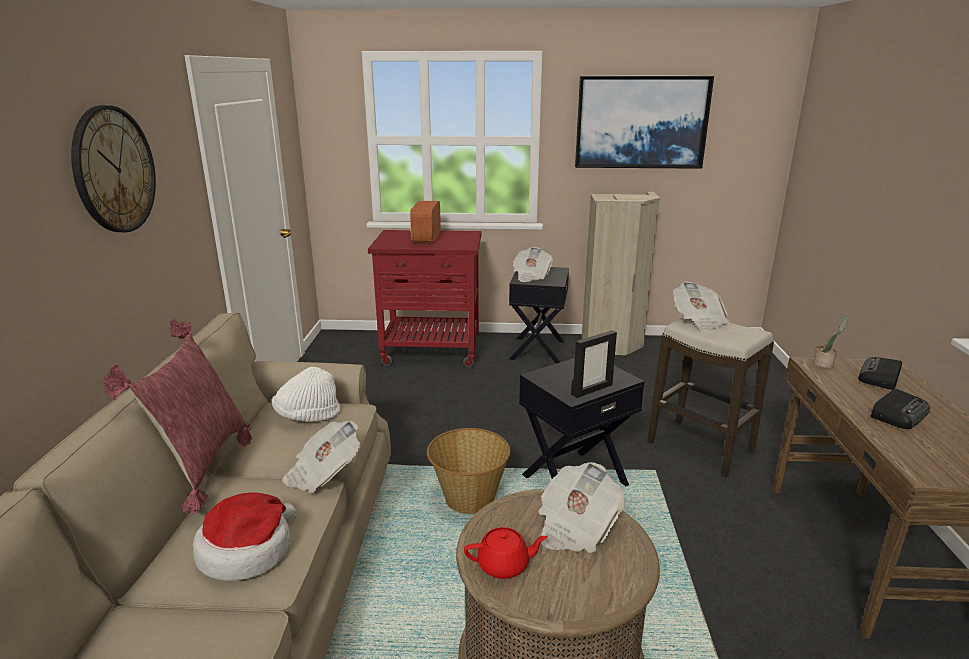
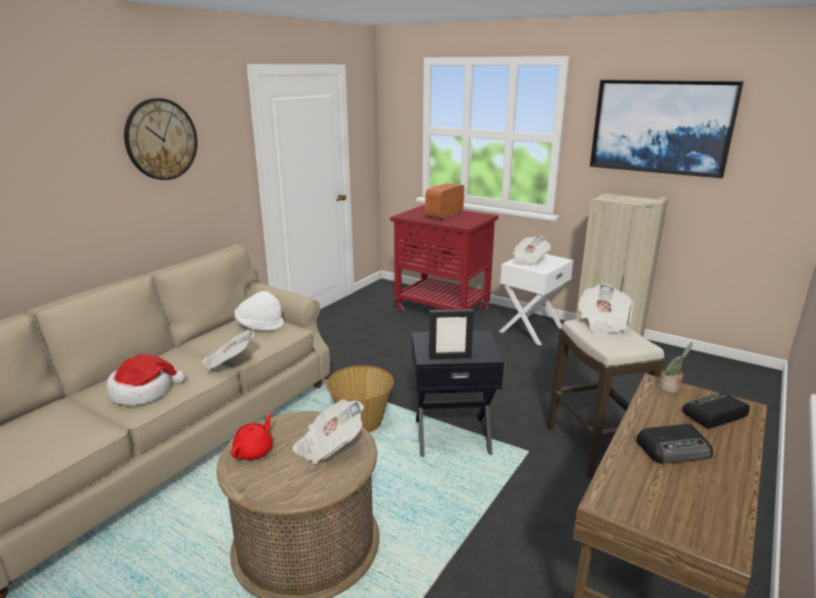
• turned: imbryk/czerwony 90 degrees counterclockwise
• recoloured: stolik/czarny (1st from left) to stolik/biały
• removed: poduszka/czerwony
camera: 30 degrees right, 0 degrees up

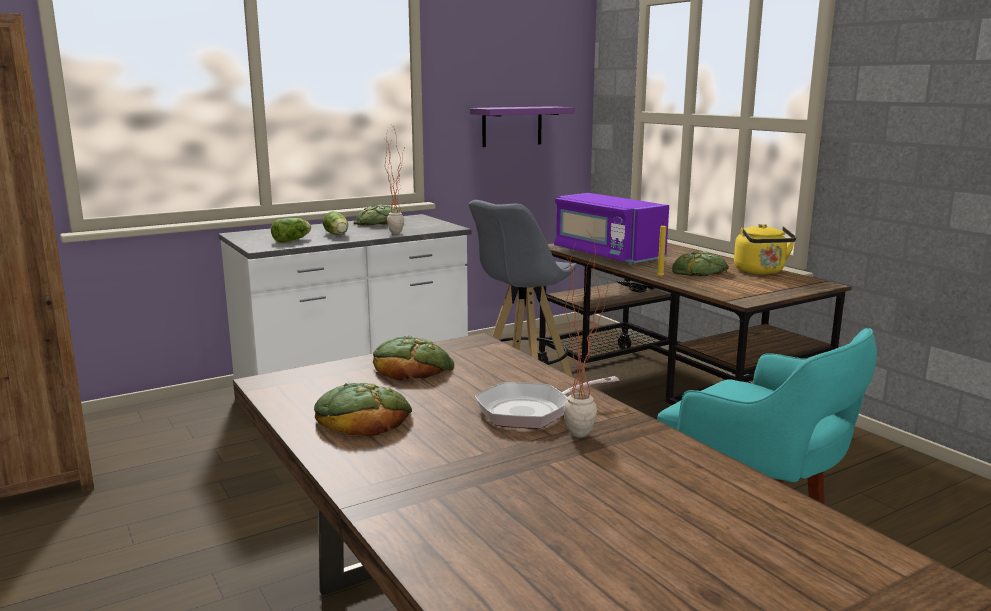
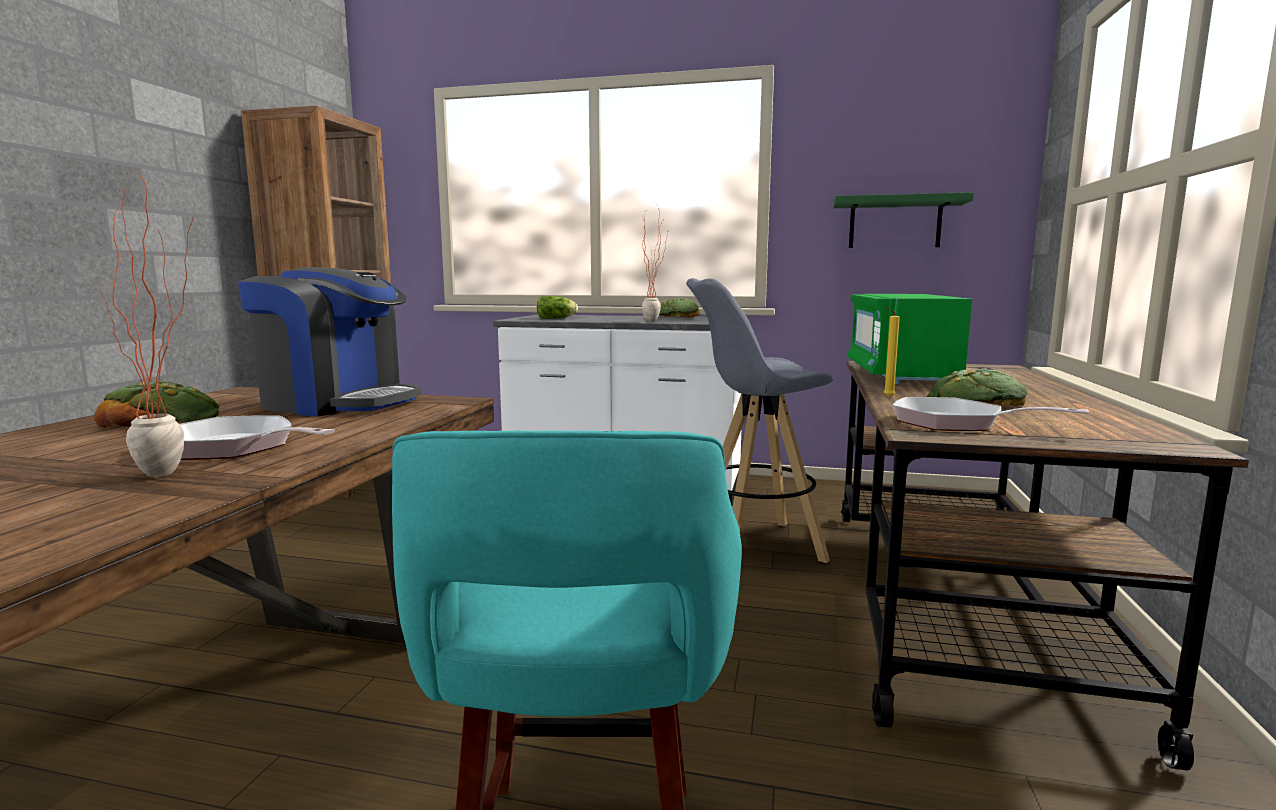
• replaced: chleb (3rd from left) to ekspres do kawy
• recoloured: półka/fioletowy to półka/zielony
• recoloured: mikrofalówka/fioletowy to mikrofalówka/zielony
• added: patelnia (2nd from left)
• removed: sałata (2nd from left)
• removed: czajnik/żółty
camera: 45 degrees right, 5 degrees down

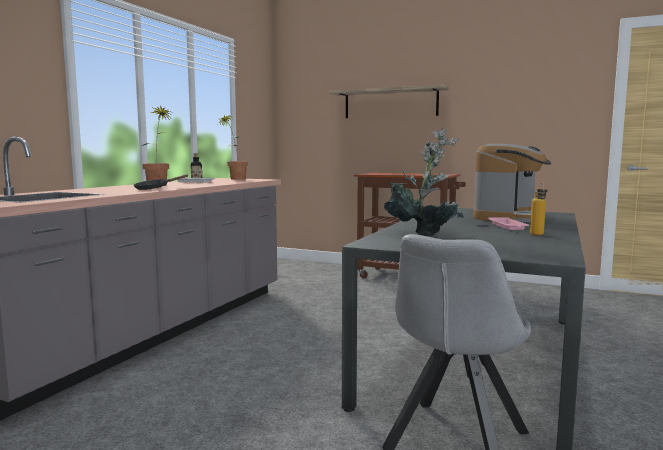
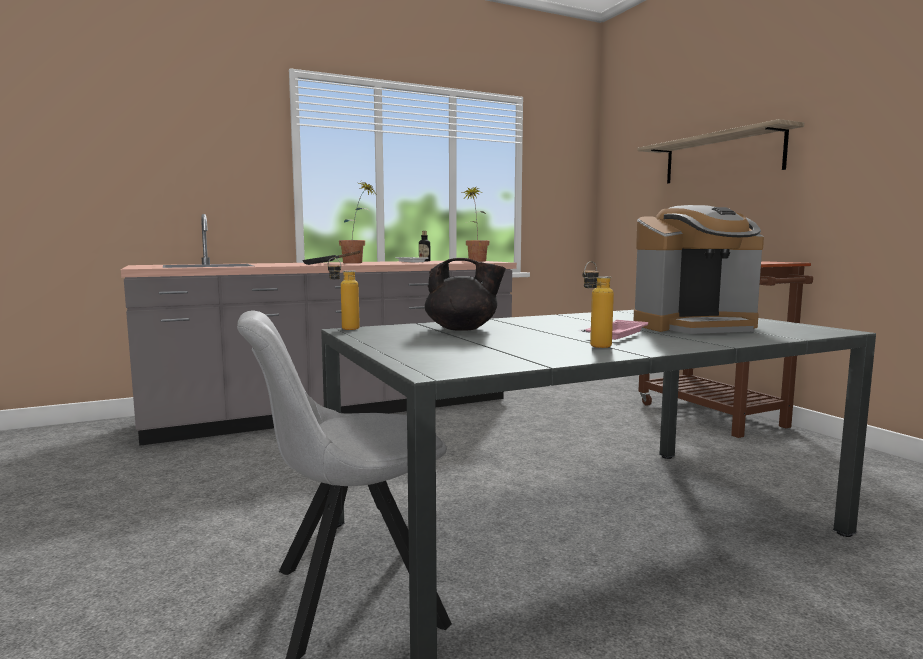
• added: butelka (1st from left)
• replaced: roślina doniczkowa (3rd from left) to imbryk/czarny
camera: 40 degrees right, 0 degrees up

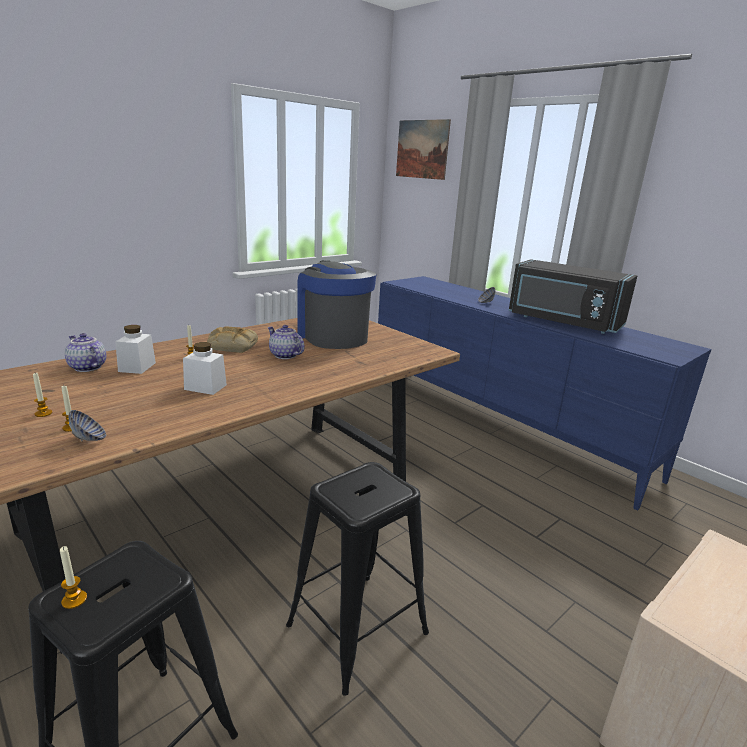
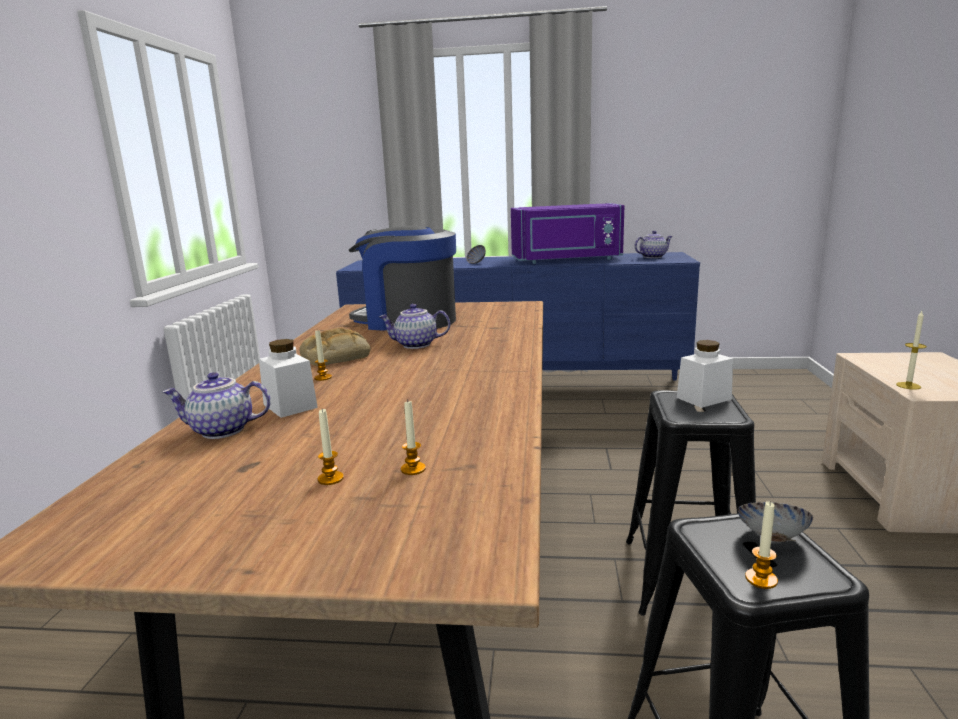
• recoloured: mikrofalówka/czarny to mikrofalówka/fioletowy
• added: imbryk (3rd from left)
• moved: słoik/biały (2nd from left)
• moved: miska (1st from left in the first image) to miska (2nd from left)
• added: świeca (5th from left)
• removed: obraz
camera: 40 degrees left, 5 degrees down

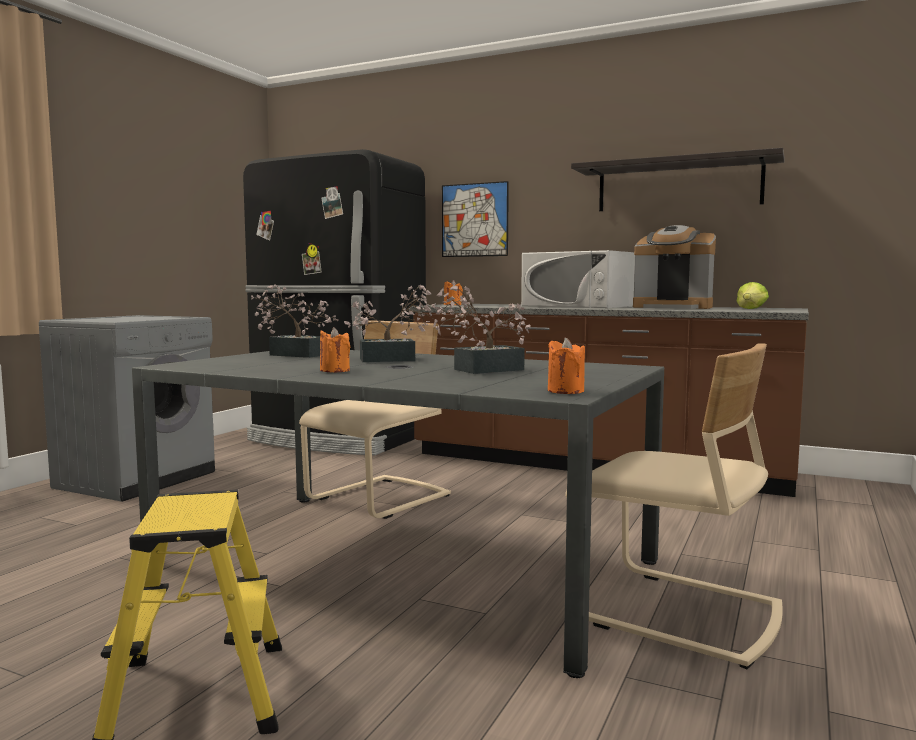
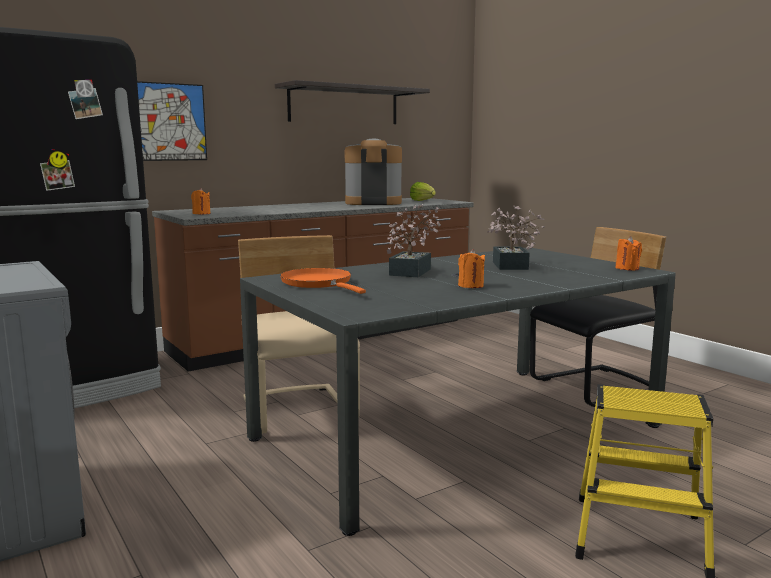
• replaced: roślina doniczkowa (1st from left) to patelnia/pomarańczowy
• turned: ekspres do kawy 150 degrees counterclockwise
• recoloured: krzesło/beżowy (2nd from left) to krzesło/czarny
• removed: mikrofalówka/biały
camera: 60 degrees left, 5 degrees up

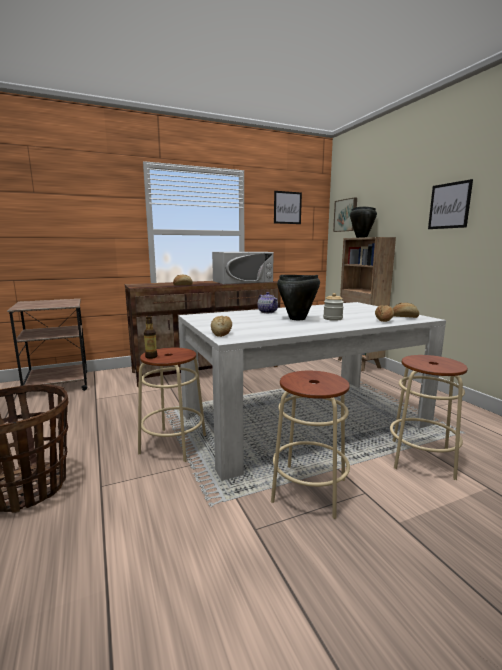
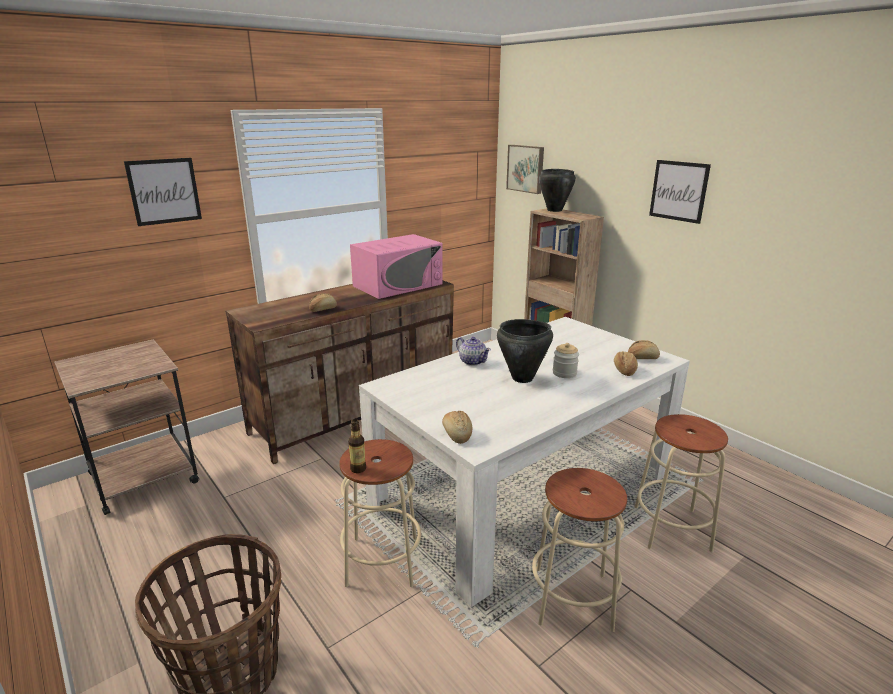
• moved: obraz (1st from left)
• recoloured: mikrofalówka/biały to mikrofalówka/różowy
camera: 15 degrees left, 10 degrees up

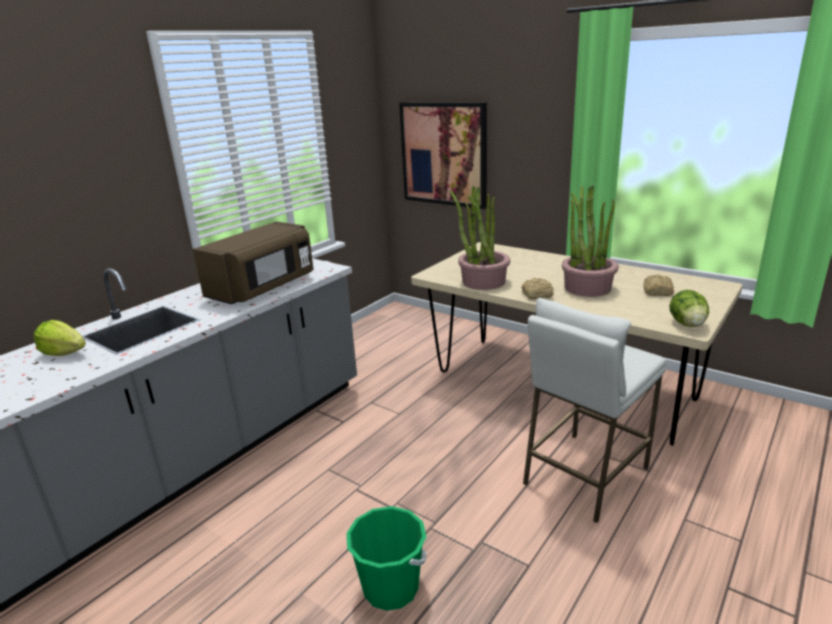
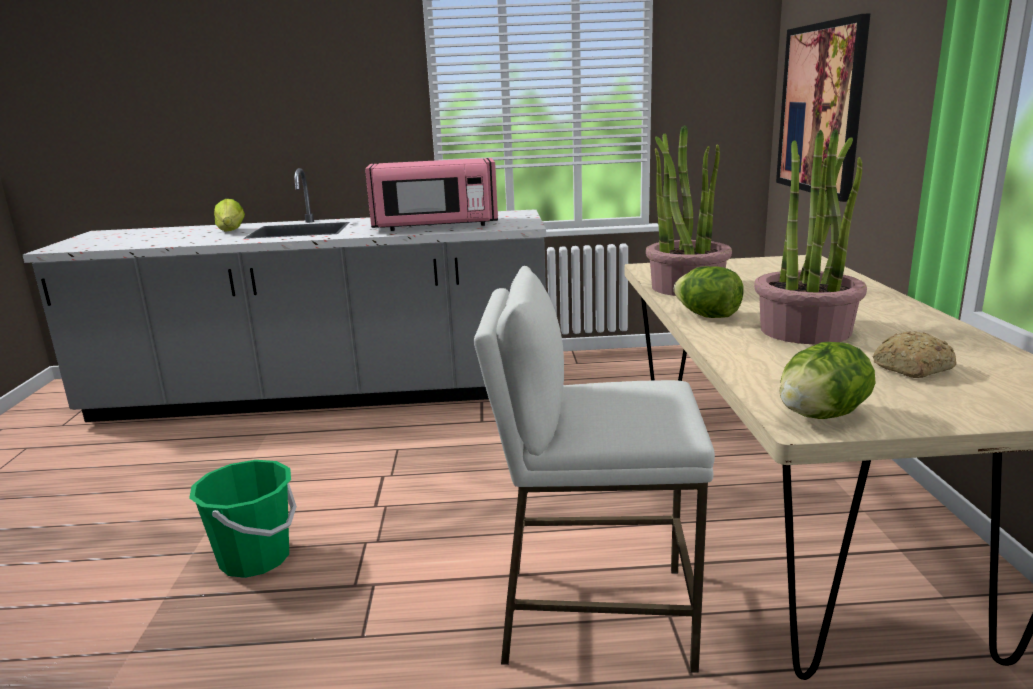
• recoloured: mikrofalówka/brązowy to mikrofalówka/różowy
• replaced: chleb (1st from left) to sałata (2nd from left)
camera: 50 degrees right, 5 degrees down

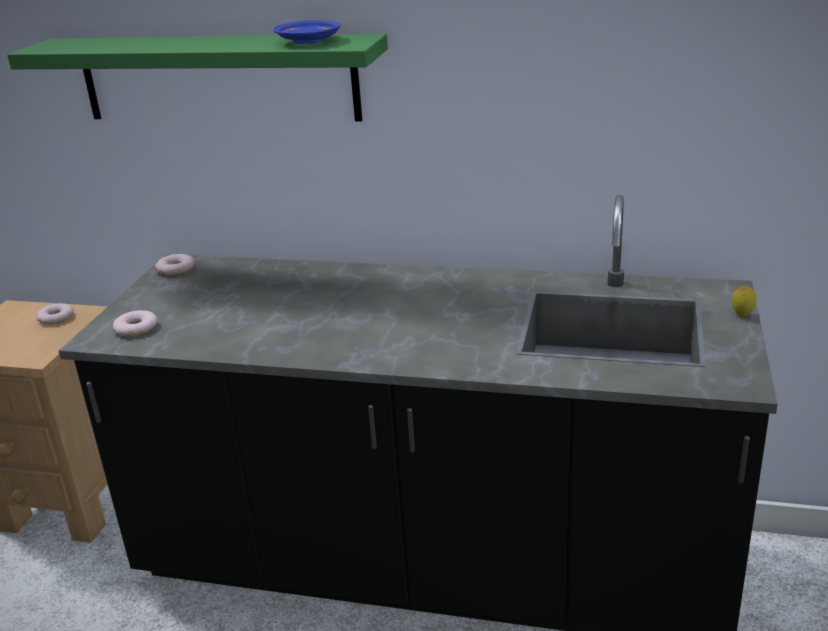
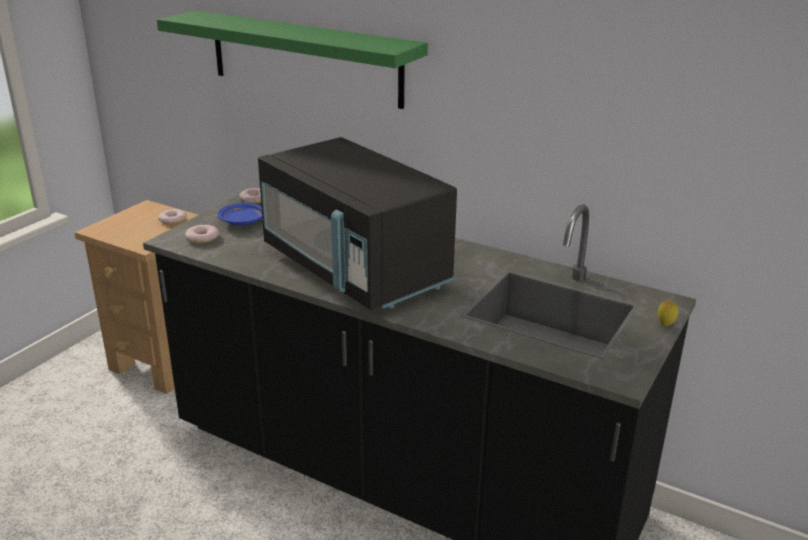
• moved: talerz/niebieski
• added: mikrofalówka/czarny
camera: 15 degrees right, 0 degrees up

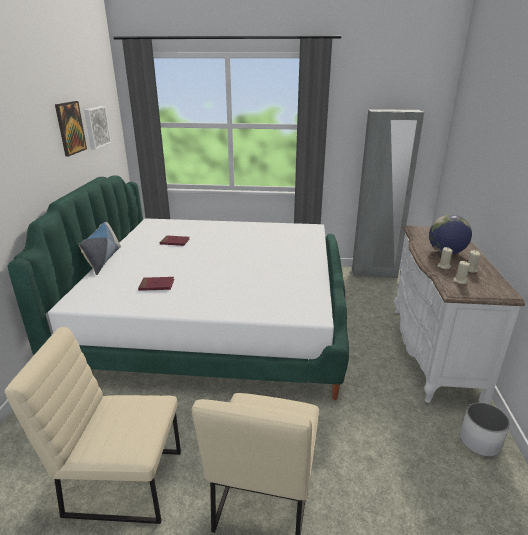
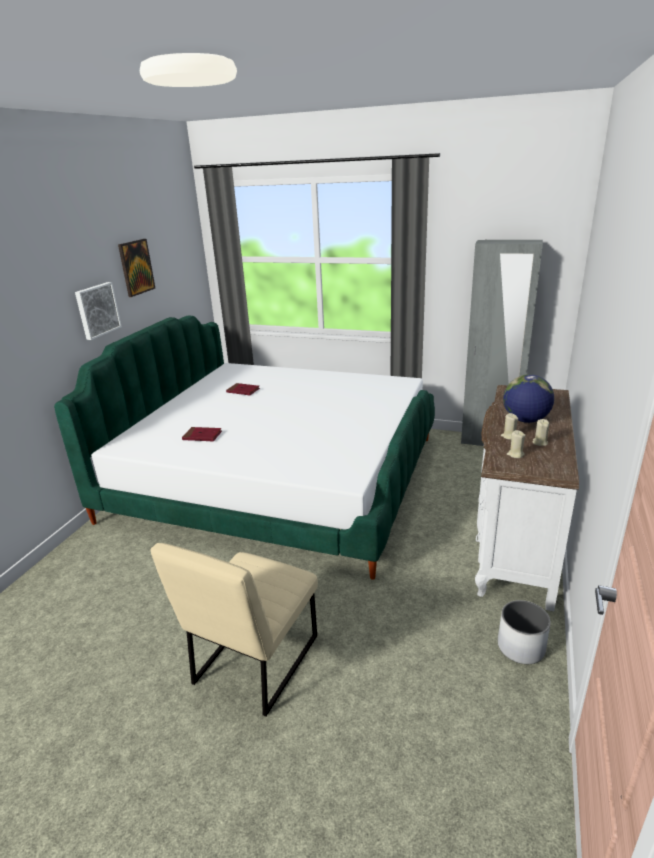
• moved: obraz (2nd from left in the first image) to obraz (1st from left)
• removed: krzesło/beżowy (1st from left)
• removed: poduszka
camera: 15 degrees right, 0 degrees up

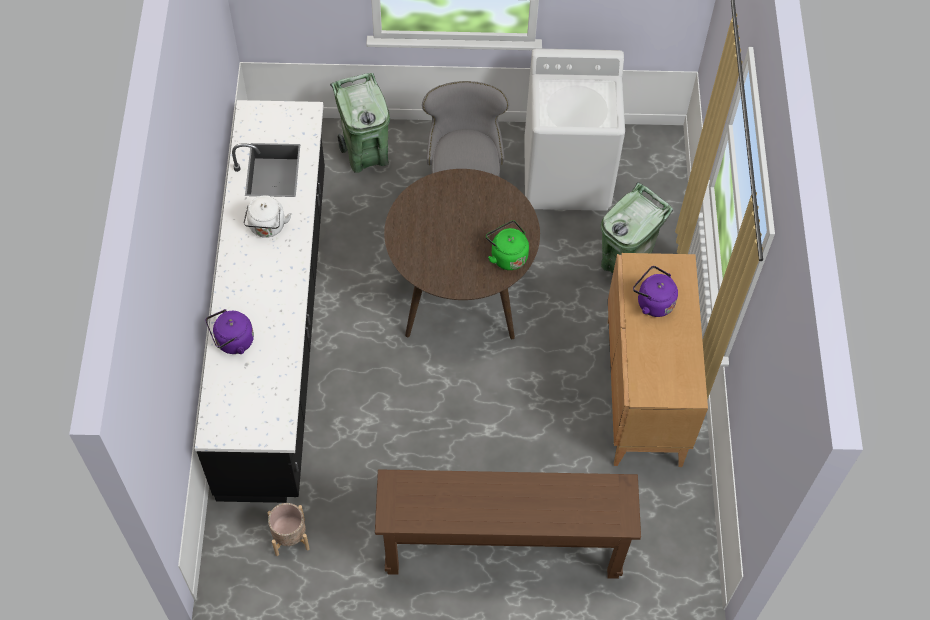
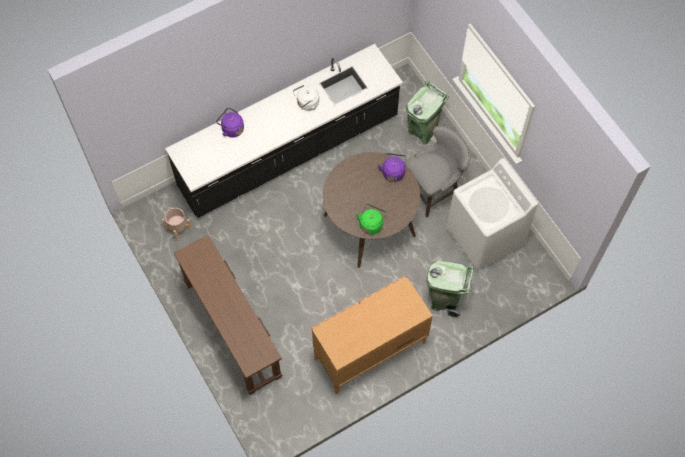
• moved: czajnik/fioletowy (2nd from left)
camera: 60 degrees right, 5 degrees up

